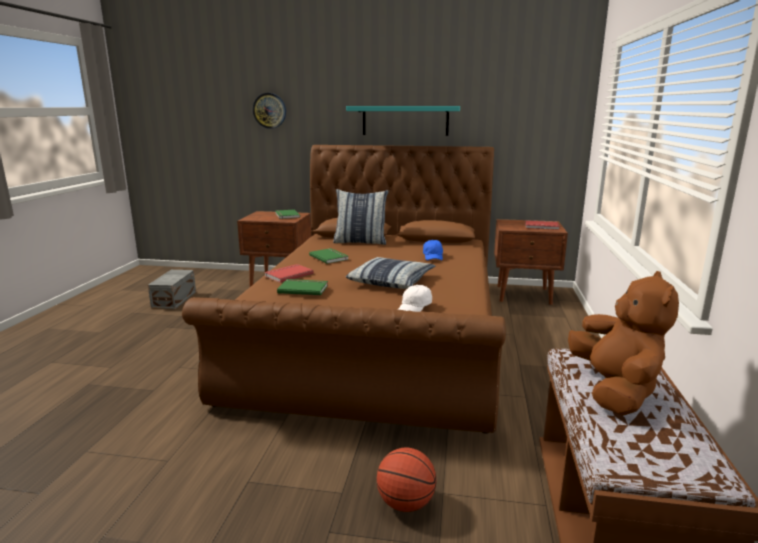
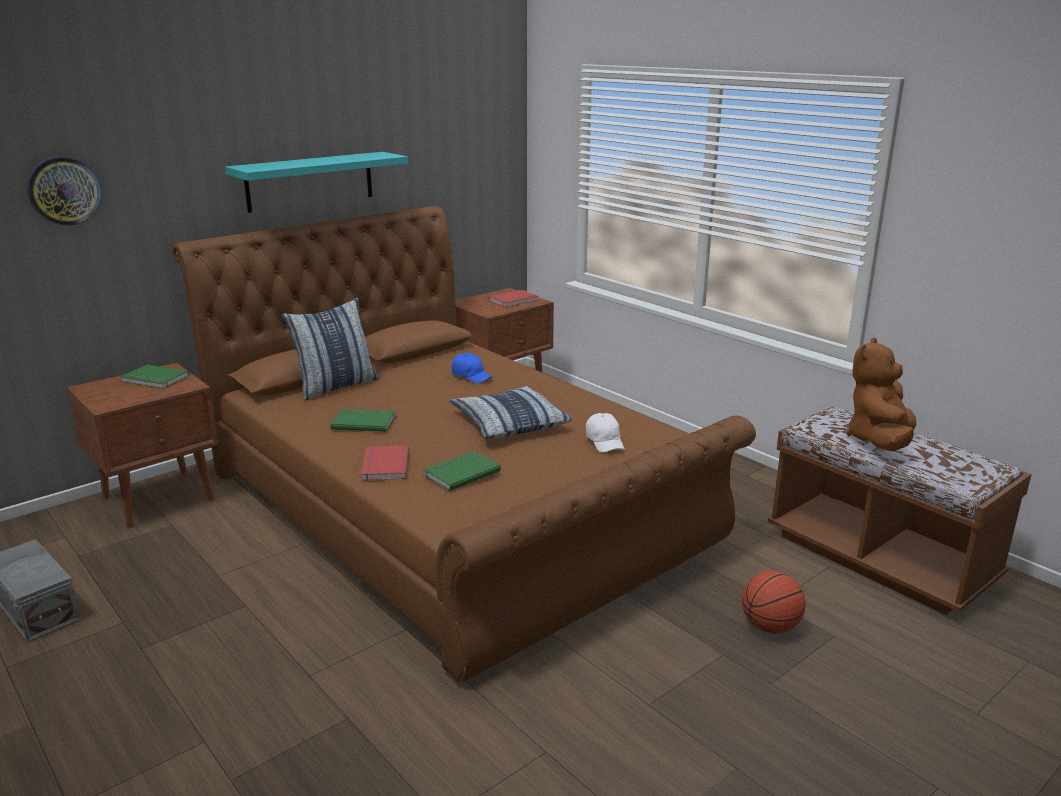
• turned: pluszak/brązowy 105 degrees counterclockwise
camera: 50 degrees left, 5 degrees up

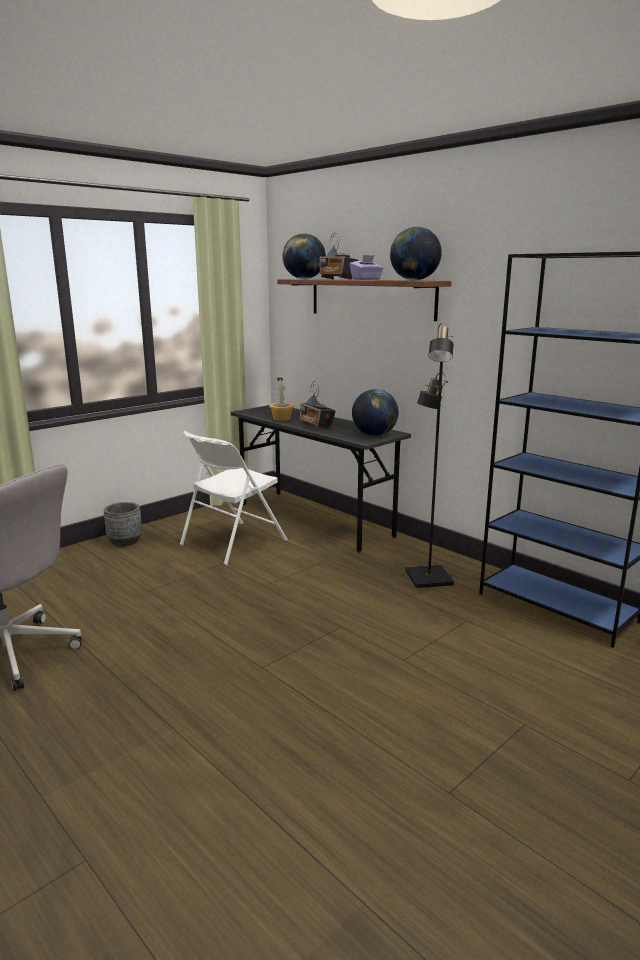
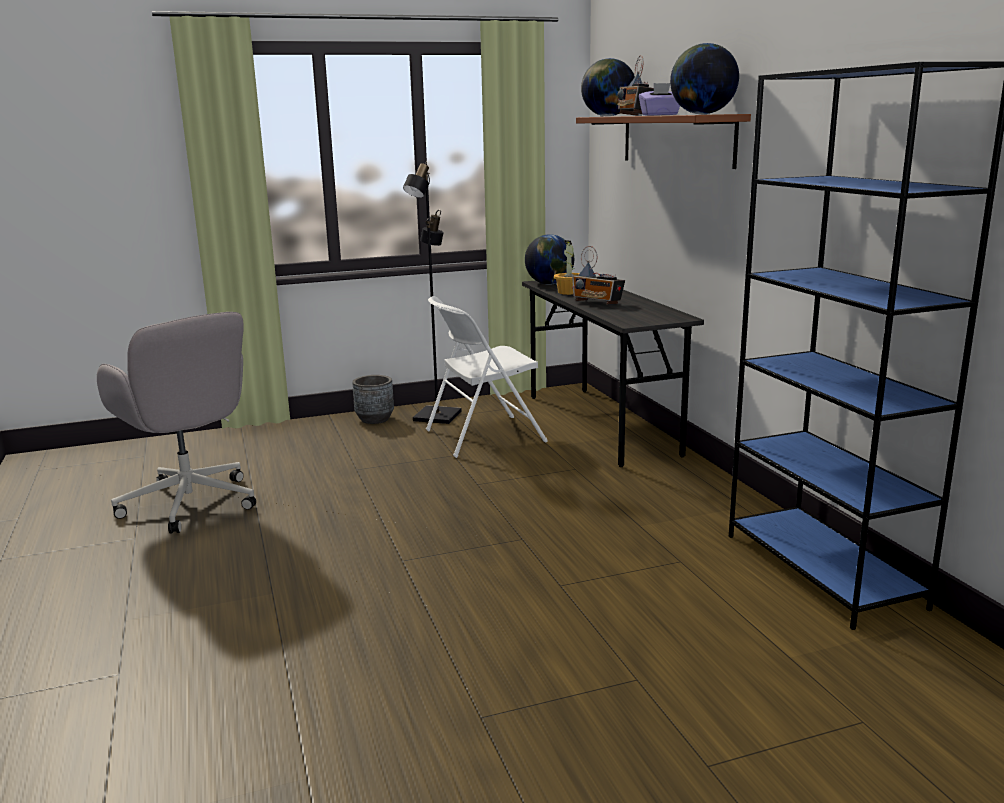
• moved: lampa stojąca/czarny
• moved: globus (2nd from left in the first image) to globus (1st from left)
• turned: radio (1st from left) 45 degrees counterclockwise
camera: 25 degrees right, 0 degrees up

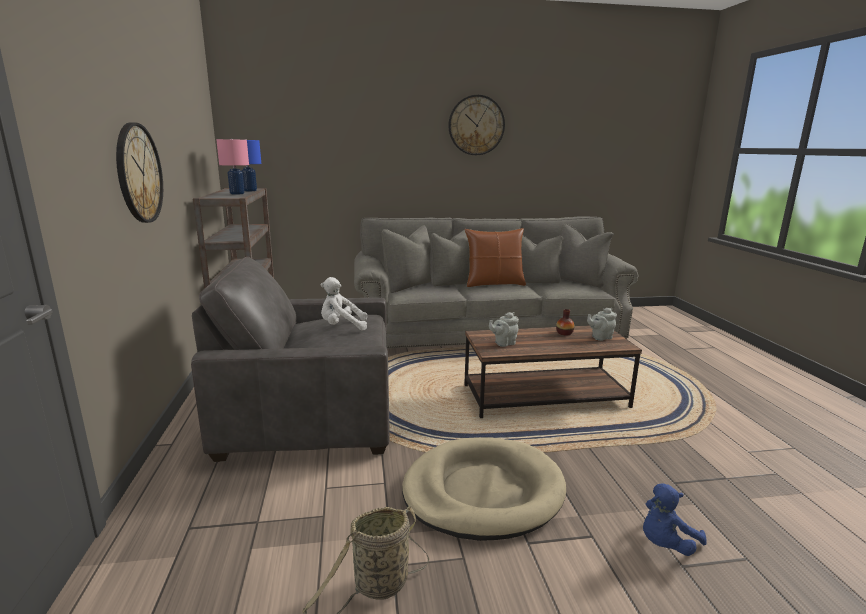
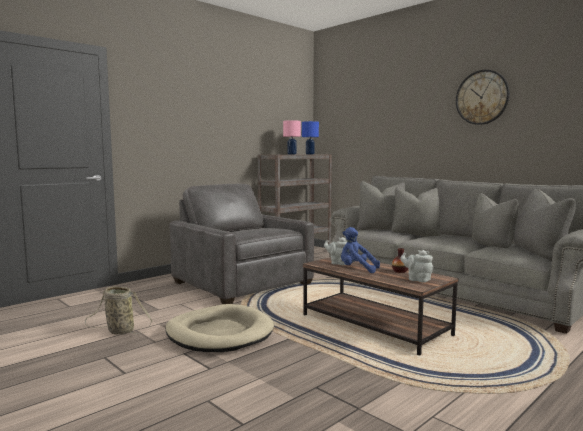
• moved: pluszak/niebieski
• removed: zegar ścienny (1st from left)
• removed: pluszak/biały
• removed: poduszka/brązowy
camera: 55 degrees right, 10 degrees down

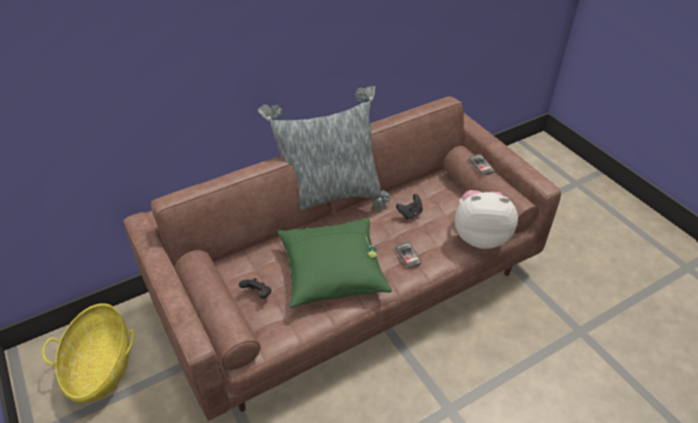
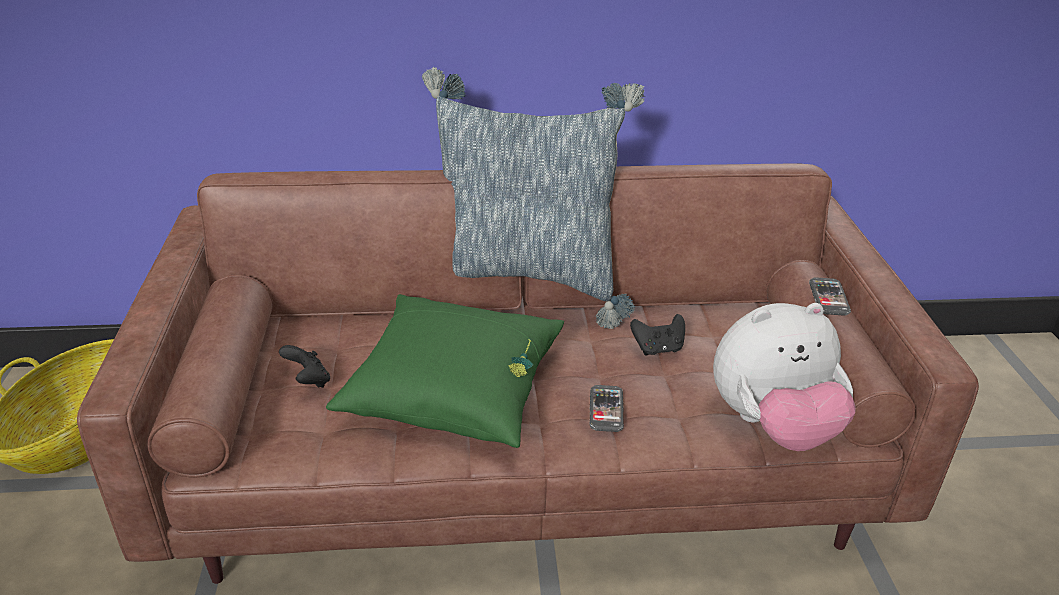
• turned: pluszak 135 degrees clockwise
camera: 25 degrees right, 10 degrees down

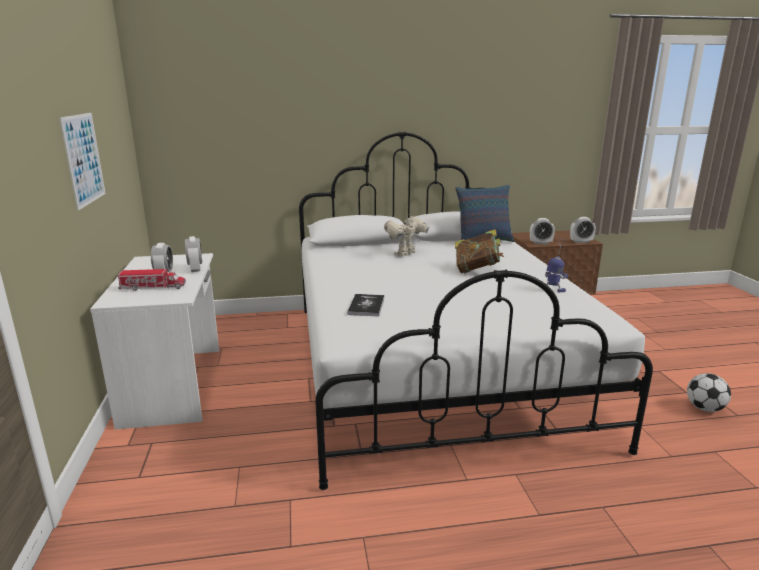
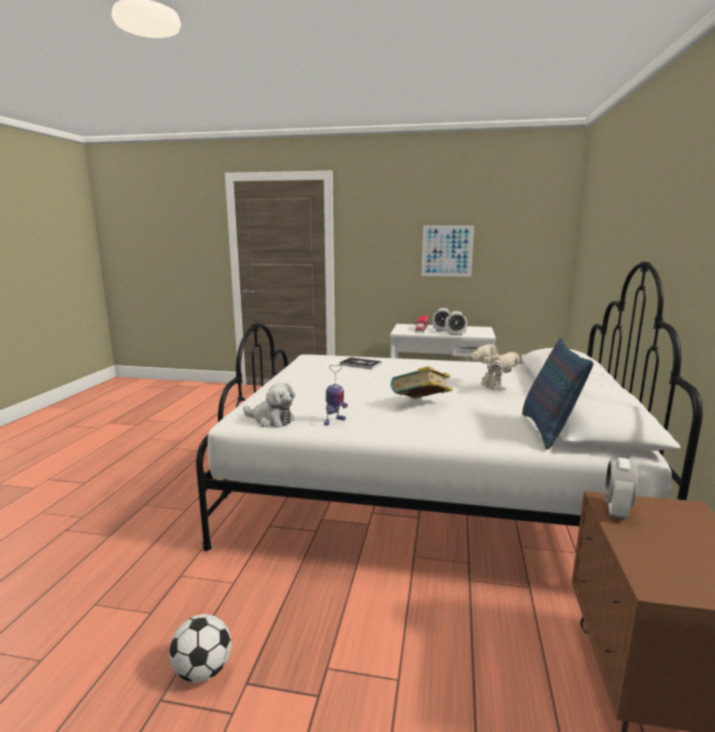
• added: pluszak
• removed: budzik (4th from left)
camera: 110 degrees right, 5 degrees down

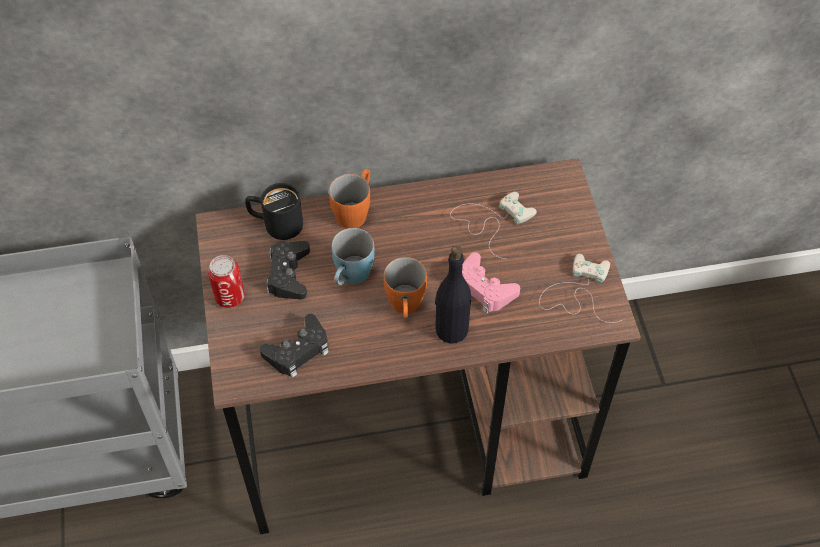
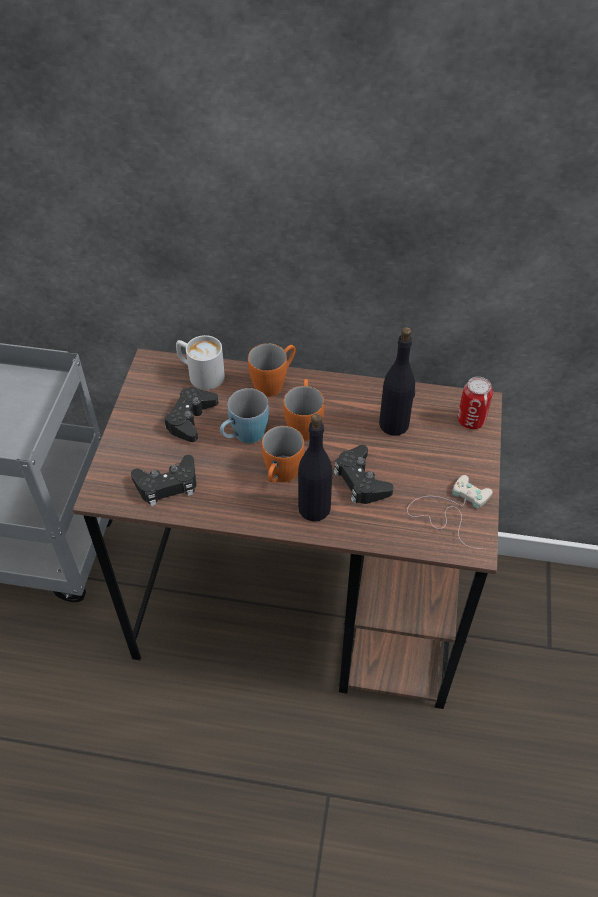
• recoloured: kubek/czarny to kubek/biały
• added: kubek/pomarańczowy (3rd from left)
• recoloured: pad do gier/różowy to pad do gier/czarny (3rd from left)
• replaced: pad do gier/biały (1st from left) to butelka/czarny (2nd from left)
• moved: puszka
camera: 20 degrees right, 5 degrees down

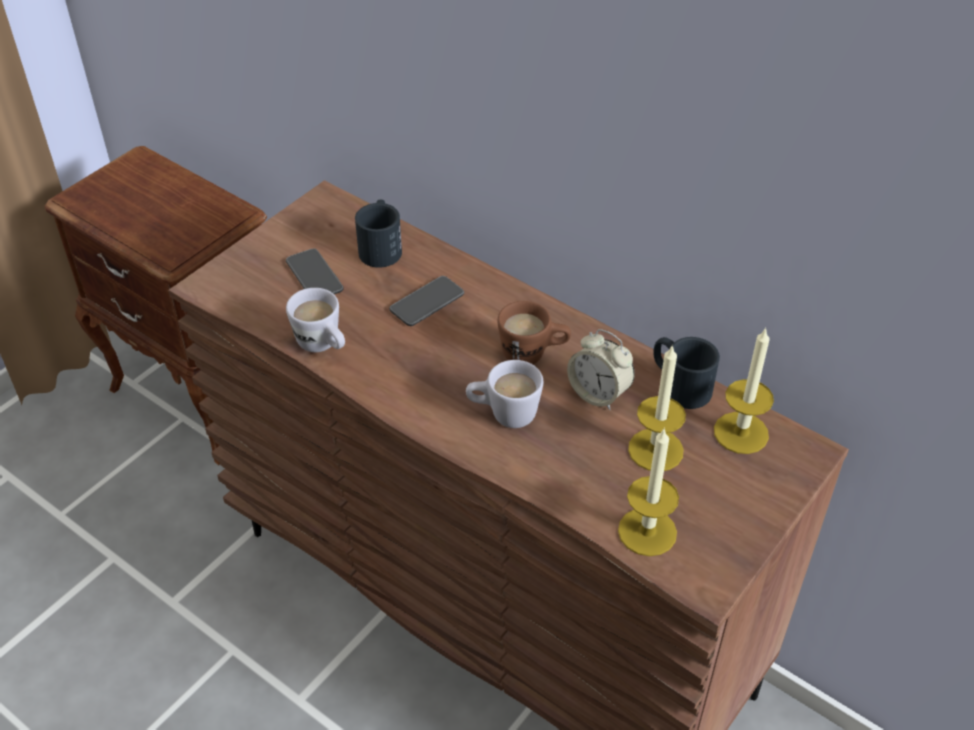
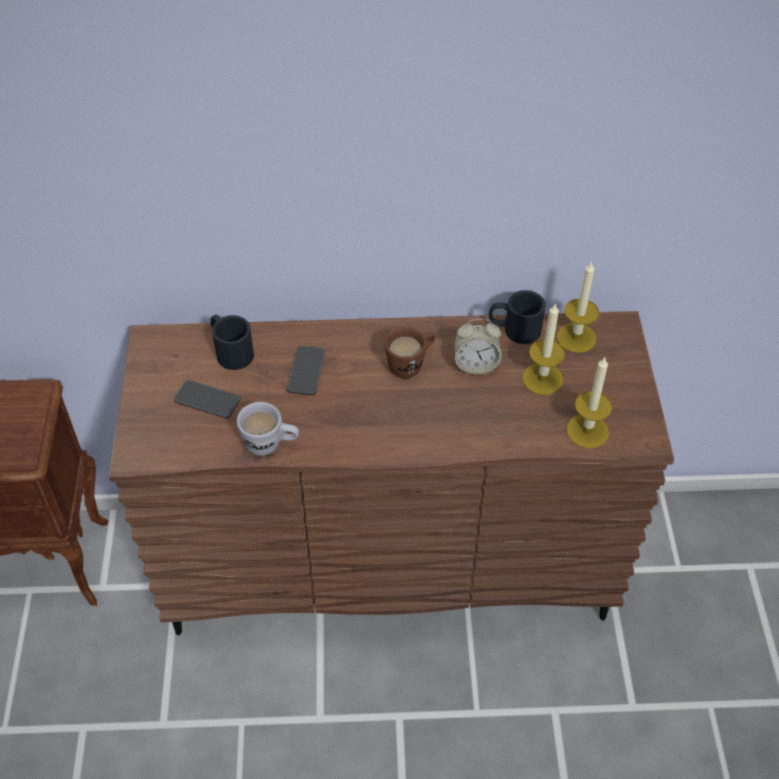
• removed: kubek/biały (2nd from left)
camera: 40 degrees left, 5 degrees up

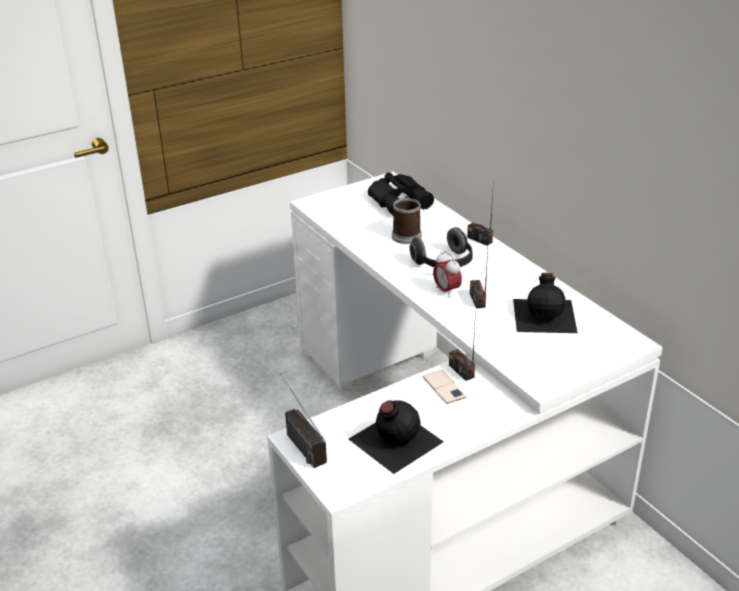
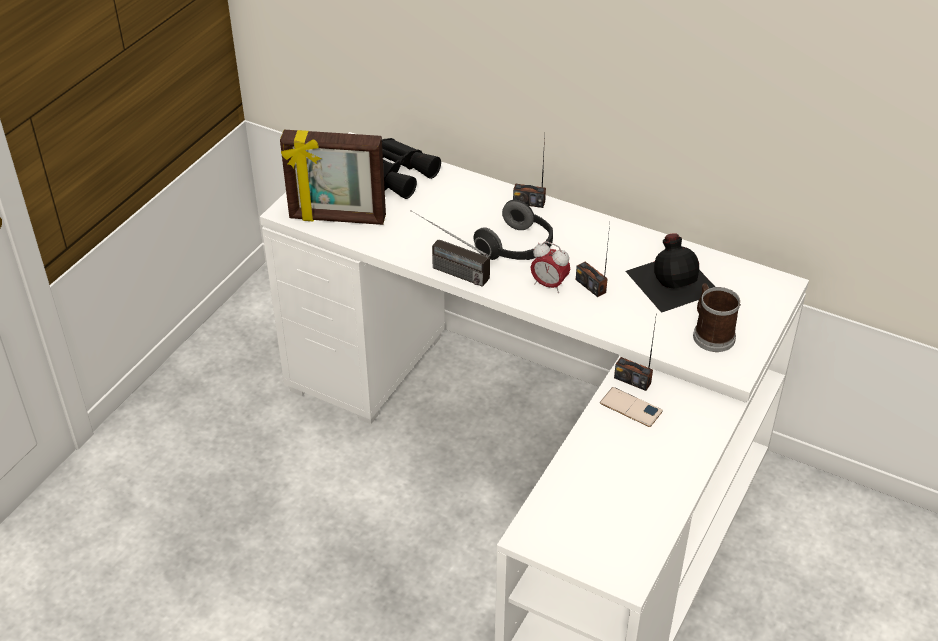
• added: ramka na zdjęcie
• moved: radio (1st from left)
• moved: kubek
• removed: butelka/czarny (1st from left)
camera: 30 degrees left, 10 degrees up

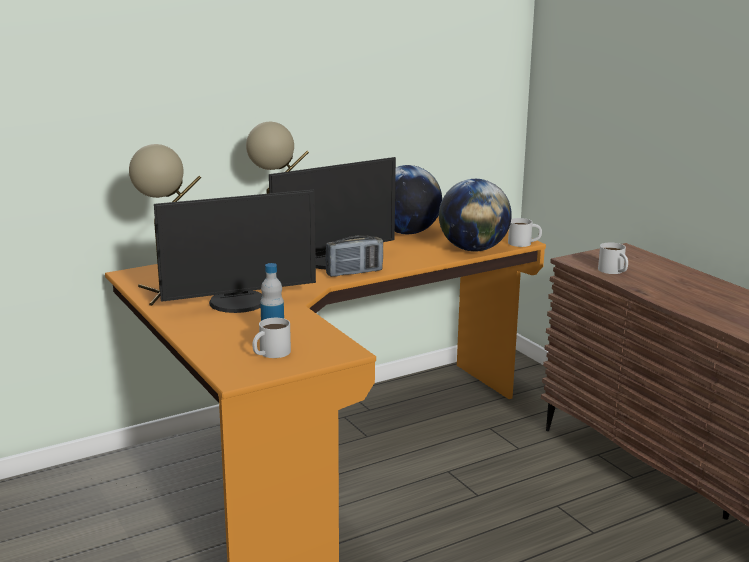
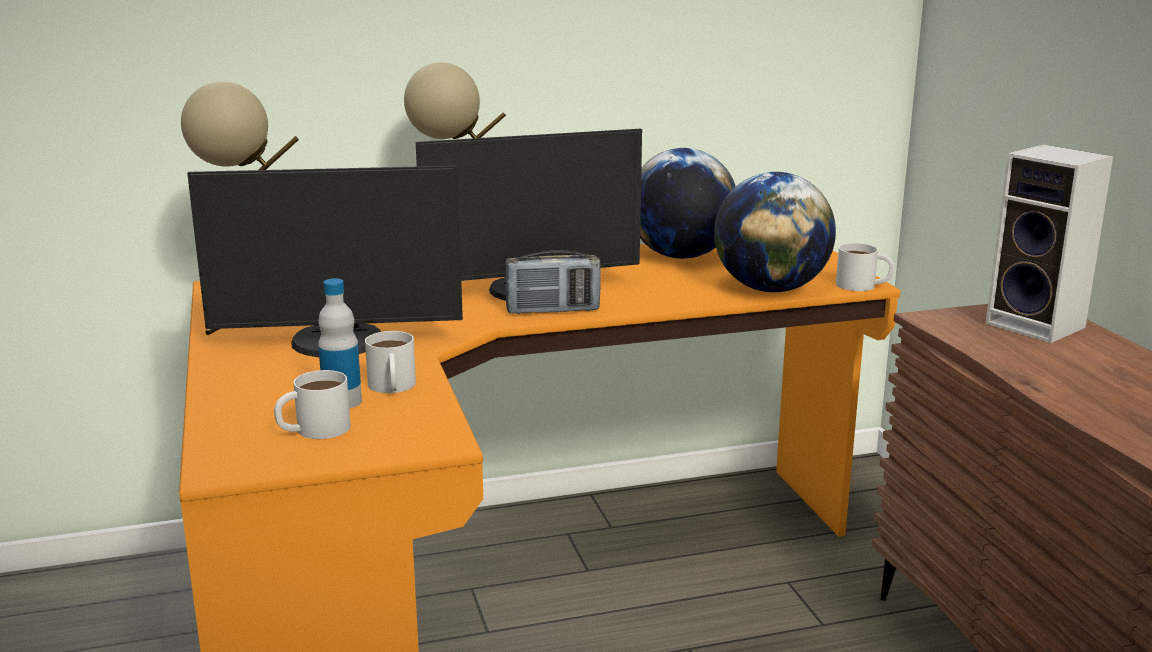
• moved: kubek/biały (3rd from left in the first image) to kubek/biały (2nd from left)
• added: głośnik
camera: 15 degrees right, 0 degrees up

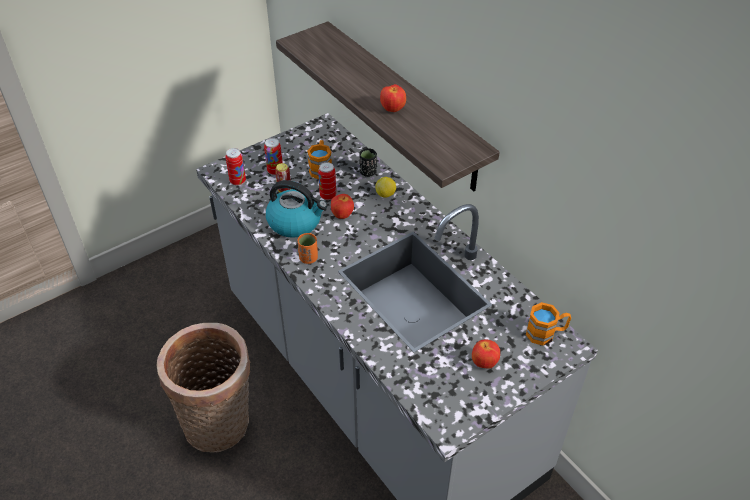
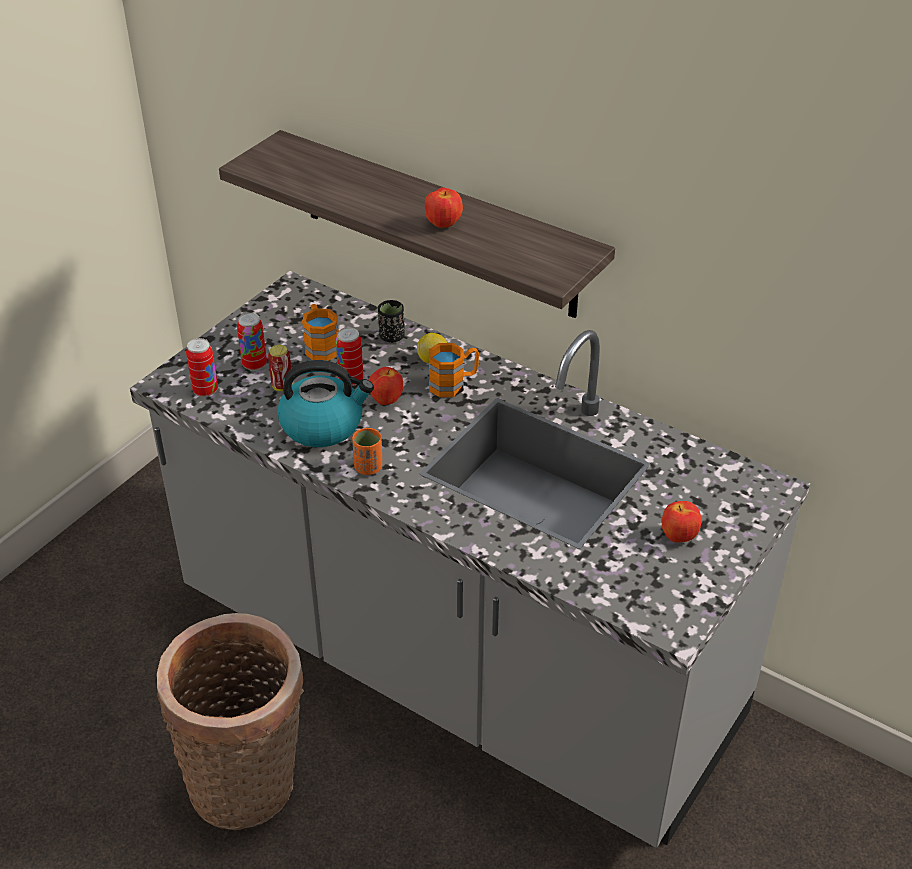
• moved: kubek/pomarańczowy (2nd from left)
camera: 20 degrees left, 5 degrees down

